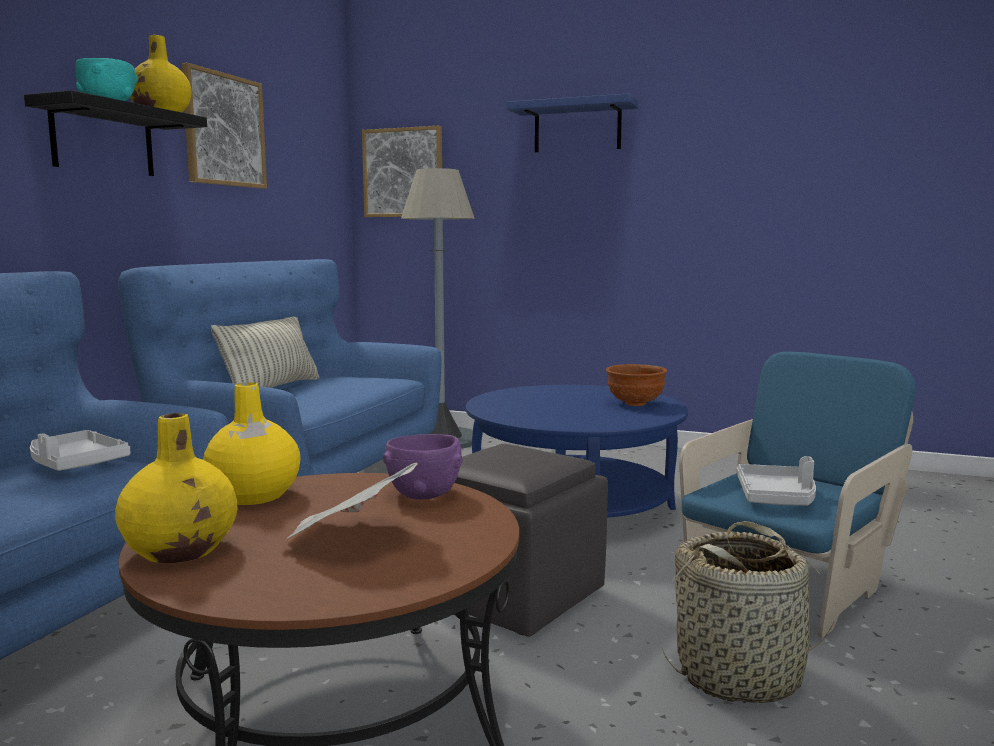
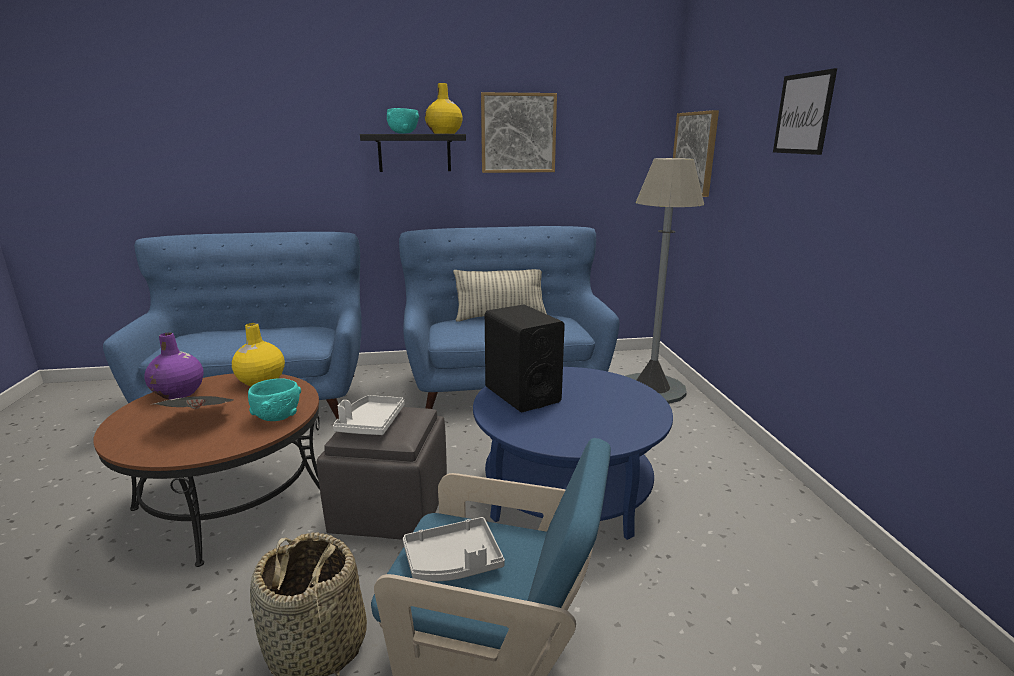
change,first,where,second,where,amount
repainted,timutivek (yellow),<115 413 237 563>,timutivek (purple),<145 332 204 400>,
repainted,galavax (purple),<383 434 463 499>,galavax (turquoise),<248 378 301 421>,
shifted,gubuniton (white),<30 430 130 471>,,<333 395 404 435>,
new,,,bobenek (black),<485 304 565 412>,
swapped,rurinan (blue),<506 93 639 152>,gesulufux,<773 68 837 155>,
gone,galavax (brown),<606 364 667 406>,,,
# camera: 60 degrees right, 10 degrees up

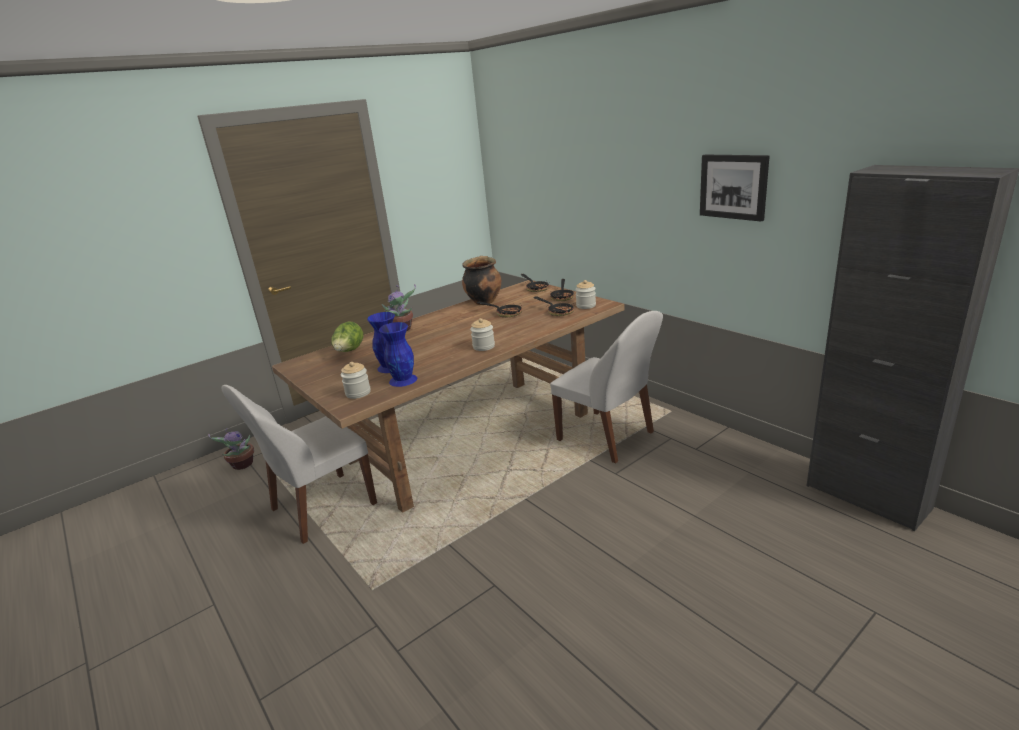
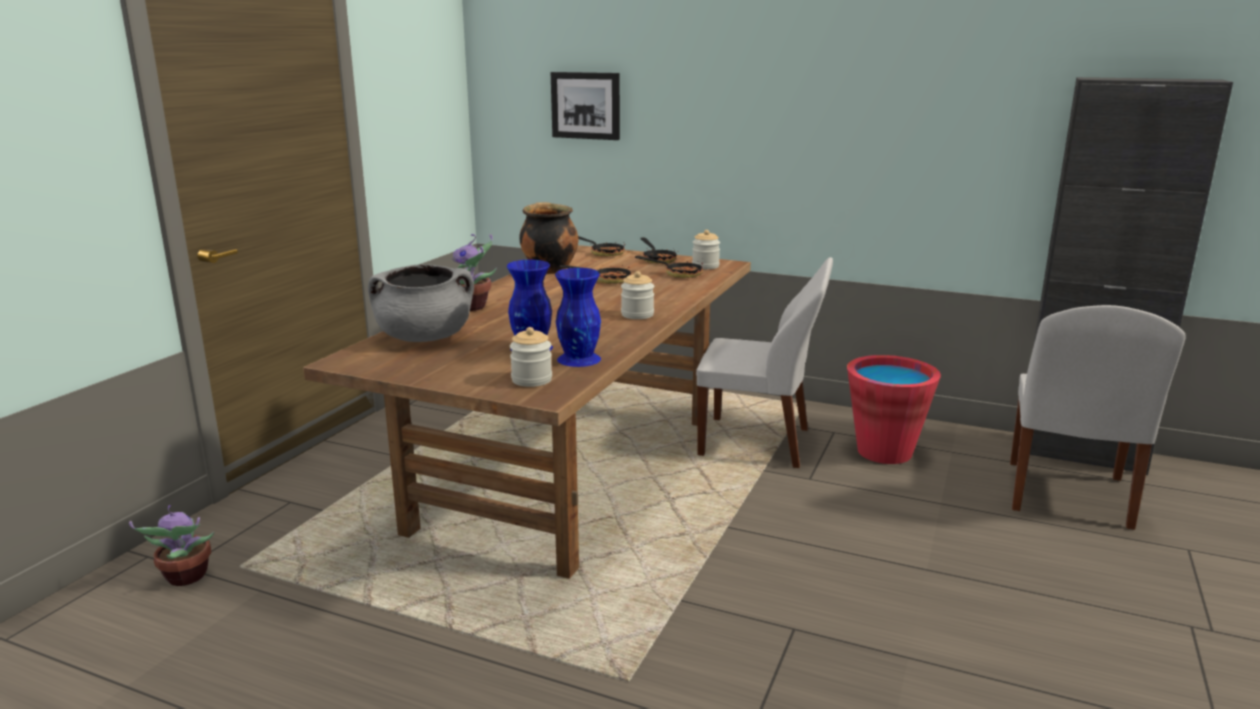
change,first,where,second,where,amount
swapped,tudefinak,<331 321 363 352>,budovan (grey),<368 264 474 342>,
shifted,gesulufux,<700 155 770 222>,,<551 72 620 140>,
new,,,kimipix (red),<847 355 941 464>,
shifted,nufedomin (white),<221 385 377 544>,,<1010 305 1186 530>,
# camera: 30 degrees left, 5 degrees down

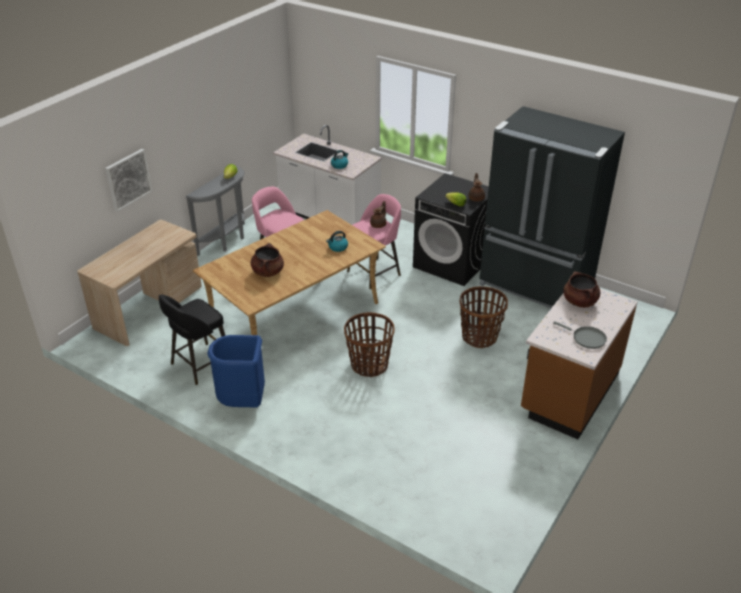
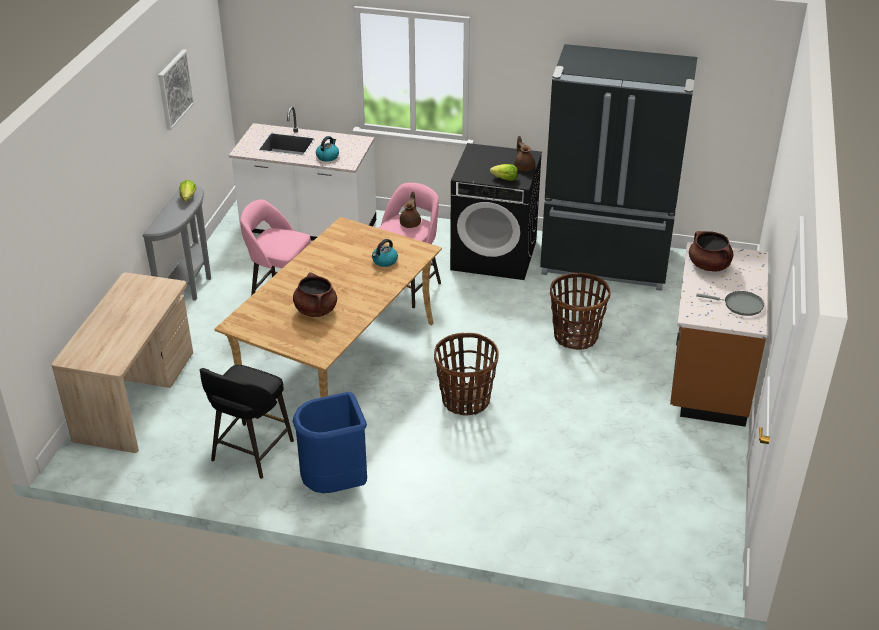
change,first,where,second,where,amount
shifted,gesulufux,<105 149 152 212>,,<158 49 194 130>,
# camera: 20 degrees left, 0 degrees up

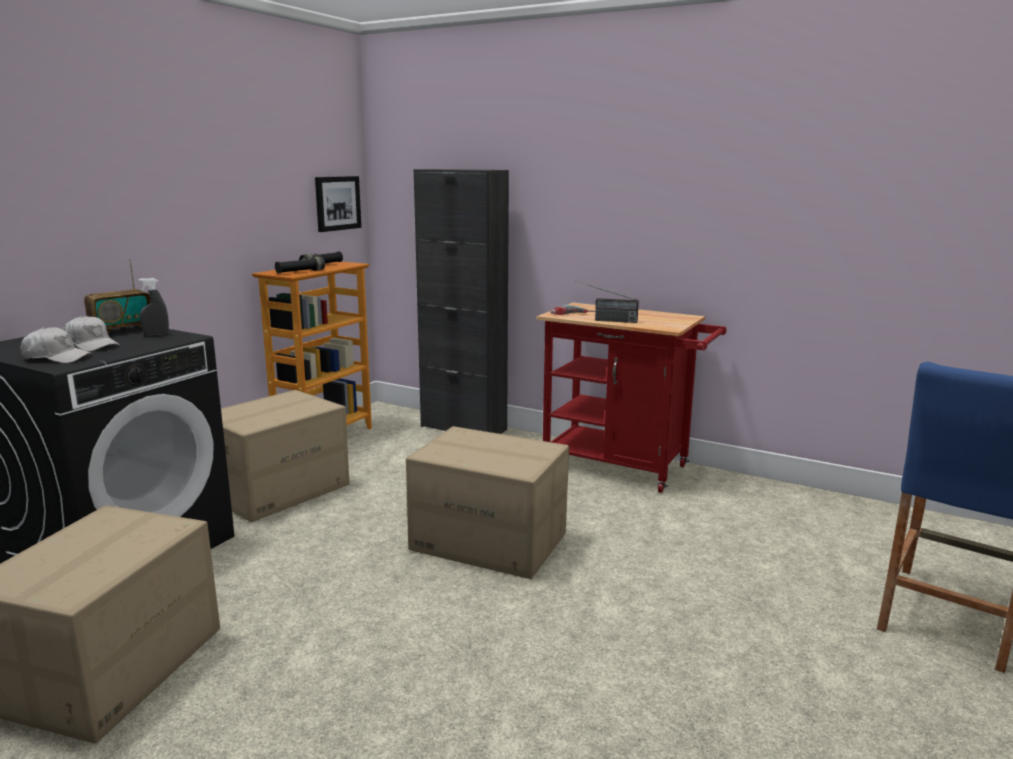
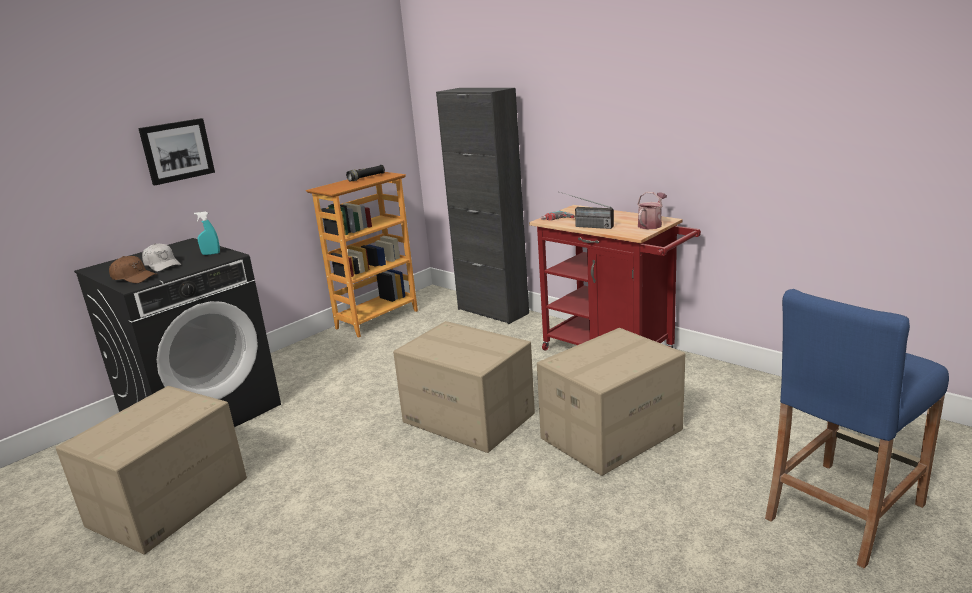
change,first,where,second,where,amount
repainted,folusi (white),<21 327 93 363>,folusi (brown),<109 256 157 283>,
shifted,gesulufux,<315 176 361 232>,,<138 118 215 185>,
repainted,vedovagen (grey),<139 278 169 336>,vedovagen (turquoise),<194 211 220 255>,
shifted,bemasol,<221 390 350 522>,,<537 328 685 476>,
new,,,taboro,<637 192 667 229>,
gone,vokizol,<84 260 151 333>,,,
gone,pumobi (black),<275 257 325 274>,,,
# camera: 15 degrees right, 5 degrees up

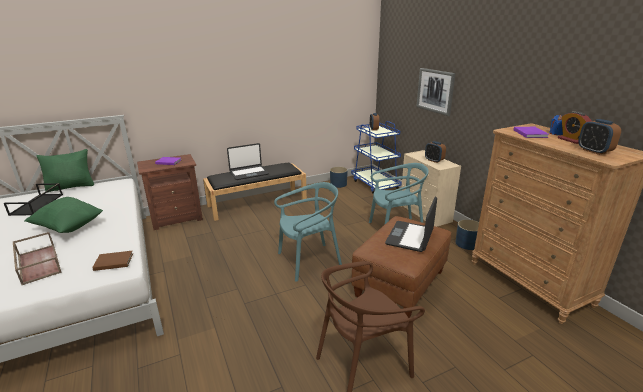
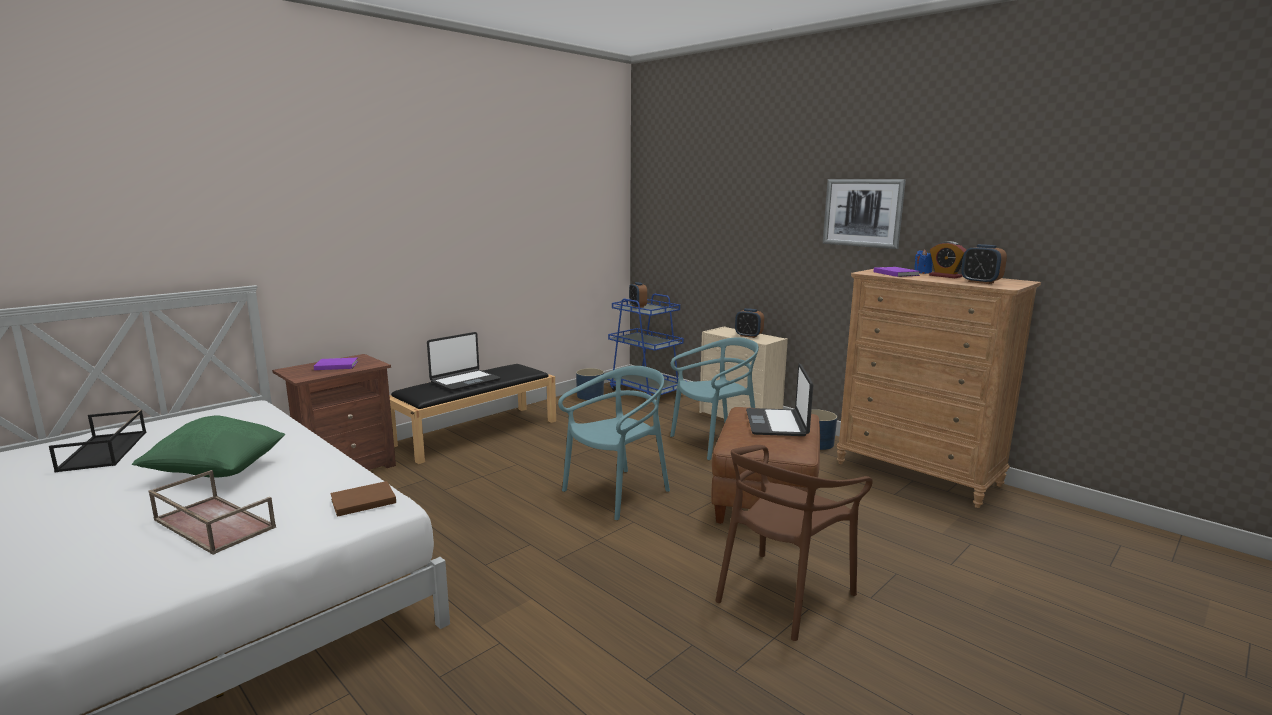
change,first,where,second,where,amount
shifted,gesulufux,<416 68 456 116>,,<823 179 906 249>,
gone,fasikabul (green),<37 149 94 192>,,,
# camera: 20 degrees left, 10 degrees down

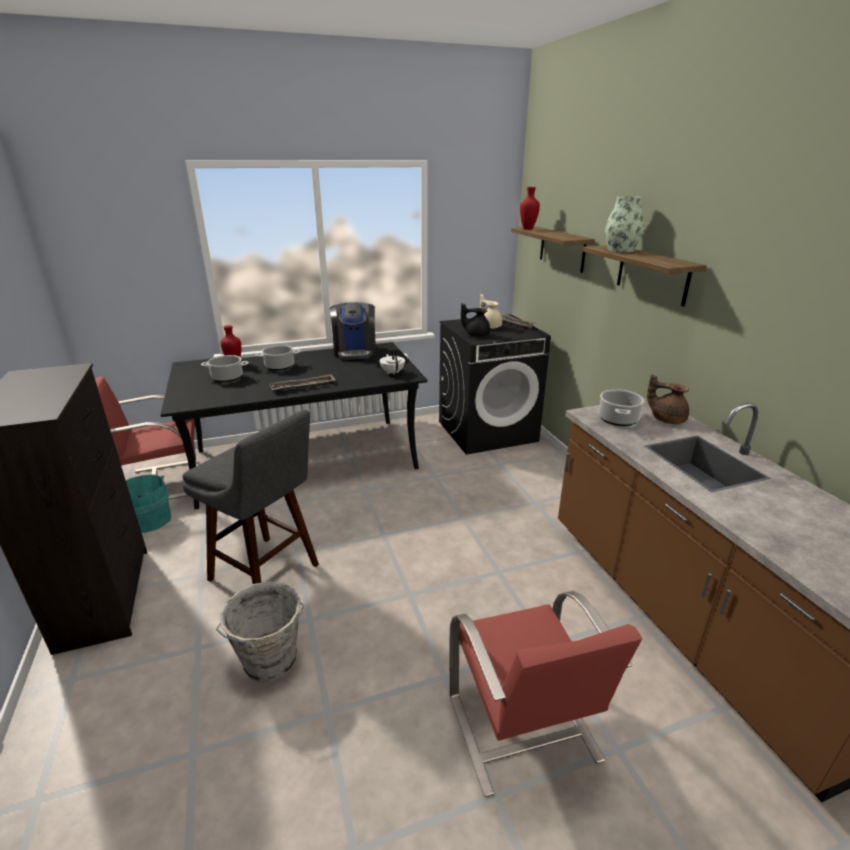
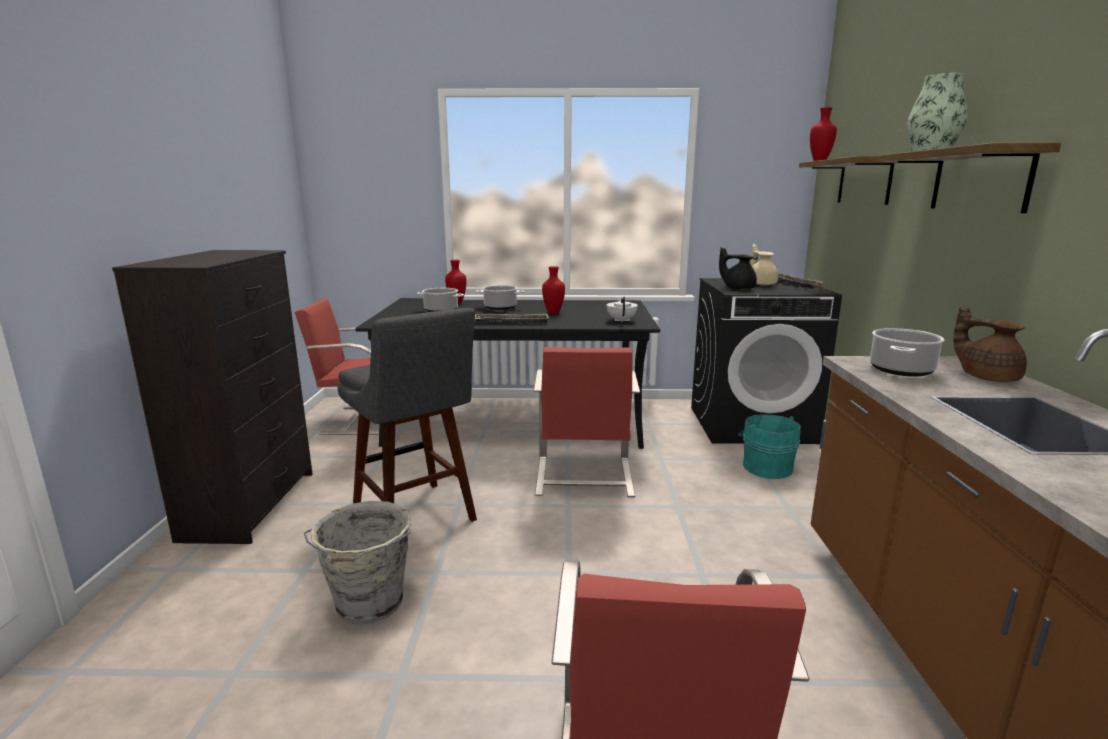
change,first,where,second,where,amount
new,,,nufedomin (red),<534 347 640 497>,
new,,,timutivek (red),<542 266 565 314>,
shifted,kimipix (turquoise),<126 474 172 533>,,<738 415 801 479>,
gone,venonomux,<330 302 376 360>,,,
# camera: 20 degrees right, 10 degrees down

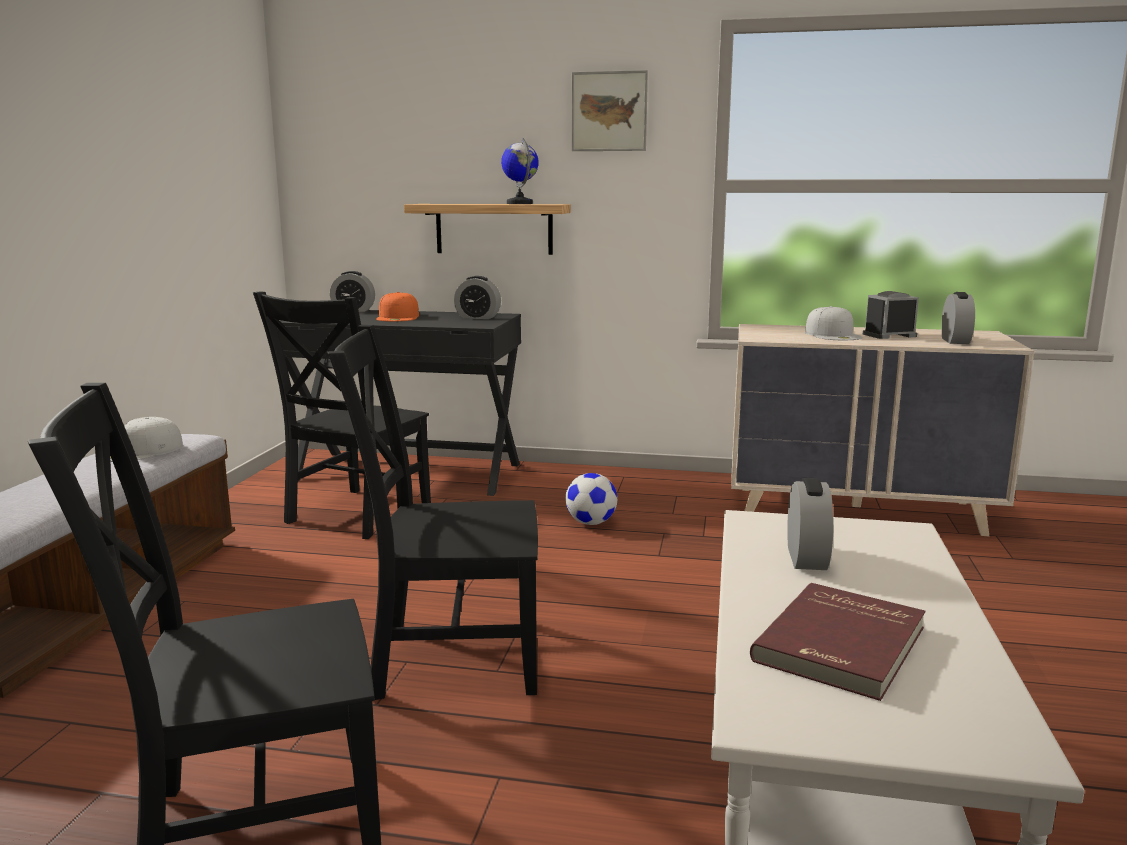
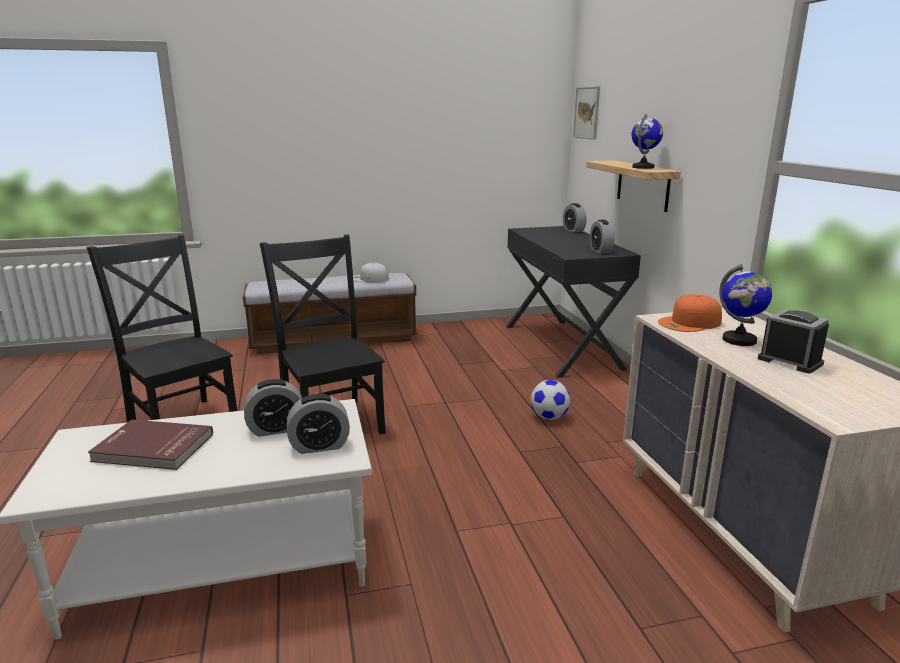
change,first,where,second,where,amount
shifted,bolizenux,<941 292 975 344>,,<287 394 350 454>,
shifted,gesulufux,<572 70 648 151>,,<573 86 600 140>,
shifted,folusi (orange),<376 292 419 321>,,<658 294 722 332>,
swapped,folusi (white),<805 306 862 340>,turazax,<719 264 772 346>,
gone,nufedomin (black),<253 291 431 539>,,,
# camera: 65 degrees right, 5 degrees up

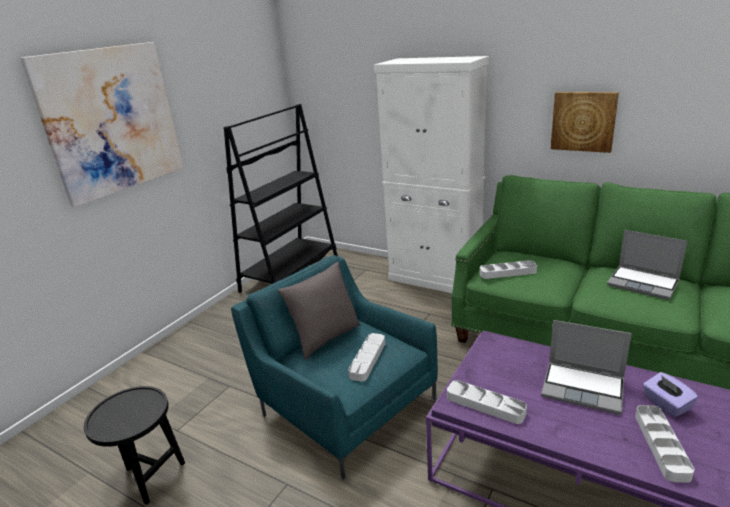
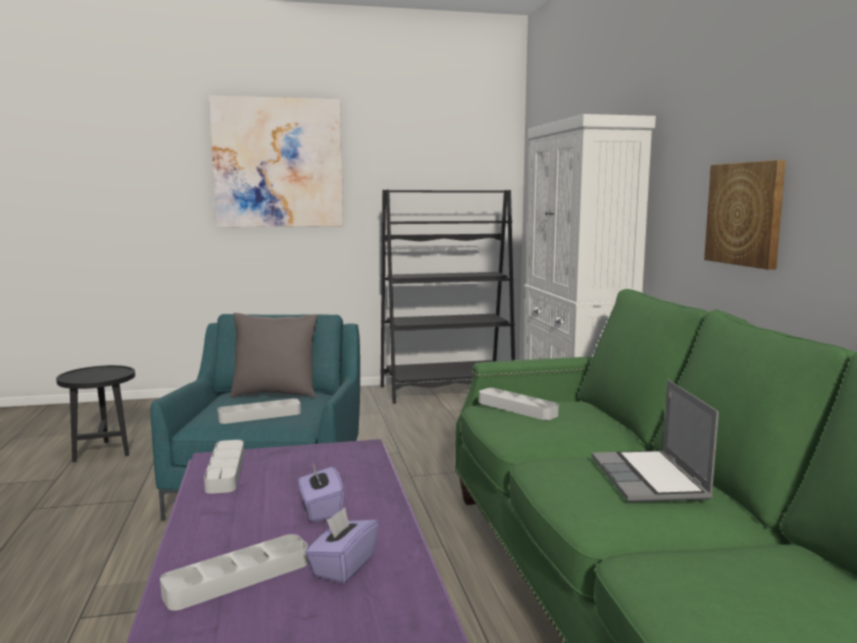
change,first,where,second,where,amount
swapped,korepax,<541 320 632 415>,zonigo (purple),<298 461 344 522>,
# camera: 45 degrees right, 15 degrees down

